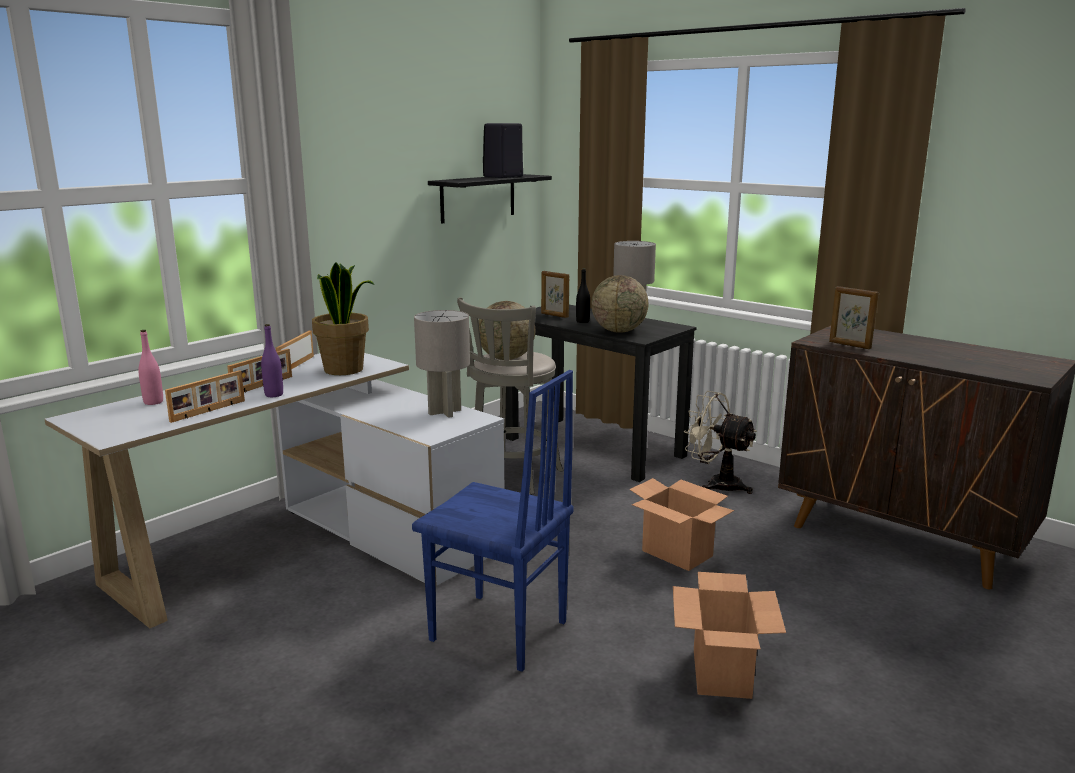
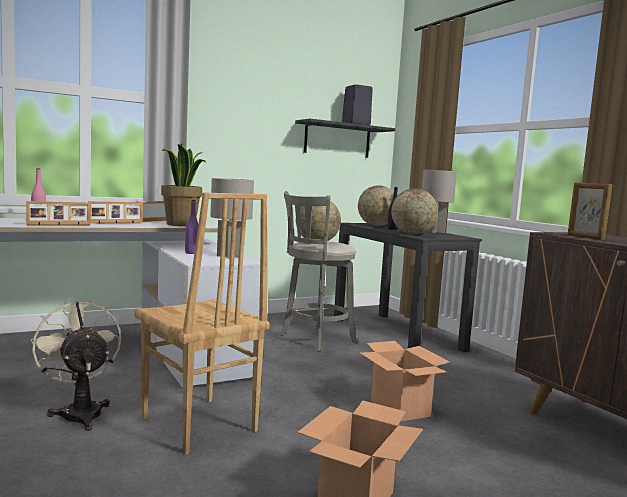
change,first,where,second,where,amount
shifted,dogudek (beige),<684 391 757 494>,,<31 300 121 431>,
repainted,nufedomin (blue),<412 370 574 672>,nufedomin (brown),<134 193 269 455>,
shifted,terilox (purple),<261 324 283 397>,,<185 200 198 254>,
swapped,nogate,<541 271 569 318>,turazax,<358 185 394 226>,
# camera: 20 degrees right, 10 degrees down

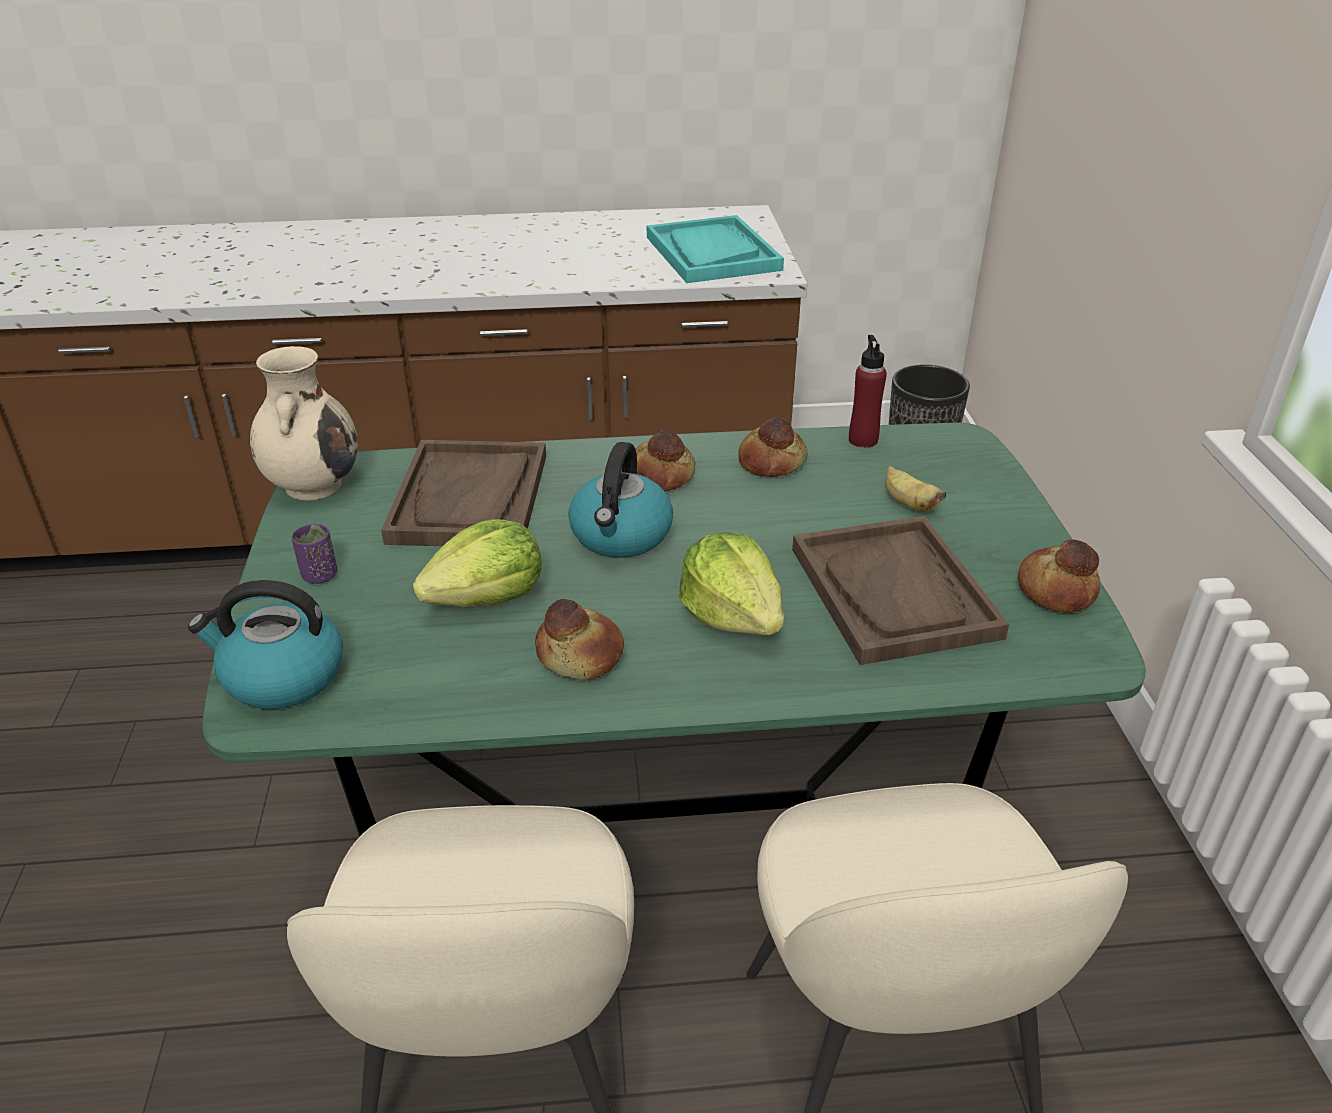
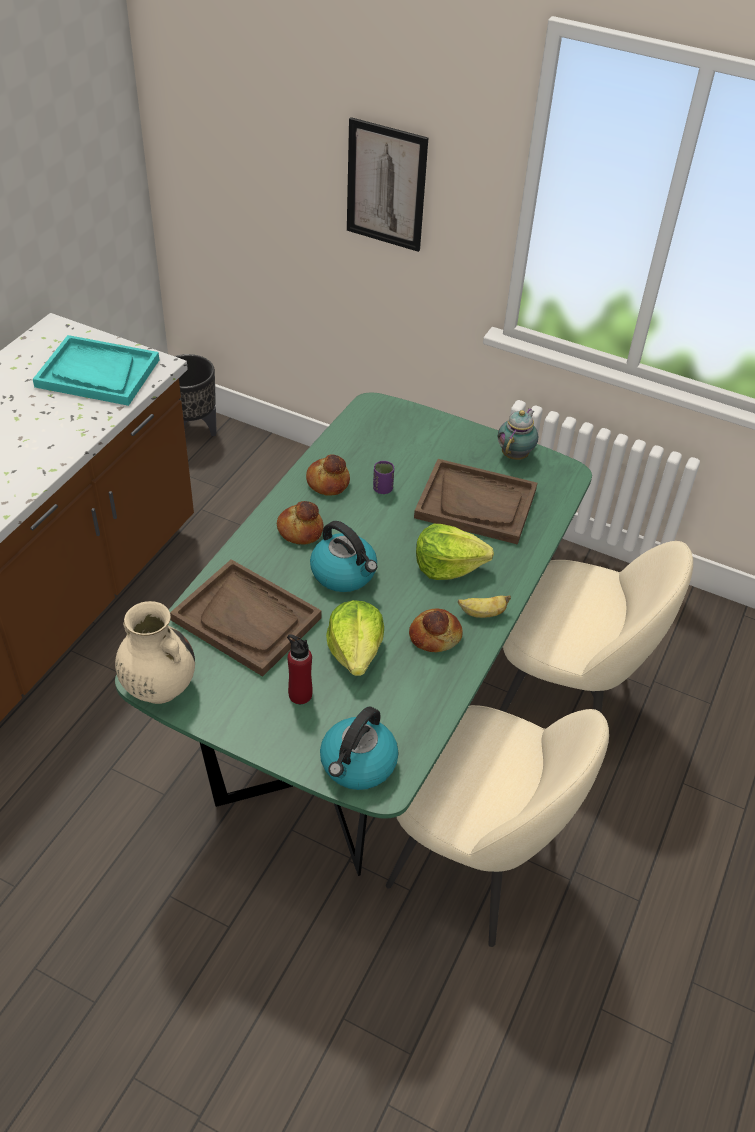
change,first,where,second,where,amount
shifted,terilox (red),<849 335 887 448>,,<287 634 313 704>,
new,,,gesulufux,<347 117 428 252>,
shifted,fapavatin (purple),<291 524 337 584>,,<373 461 394 494>,
shifted,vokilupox,<885 466 946 511>,,<458 595 511 618>,
swapped,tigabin,<1018 539 1100 613>,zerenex,<498 408 538 460>,
# camera: 60 degrees left, 10 degrees up

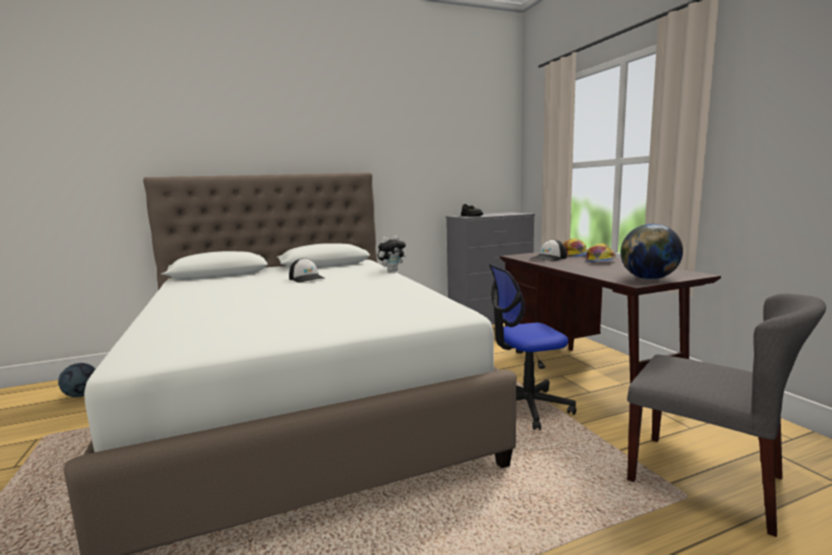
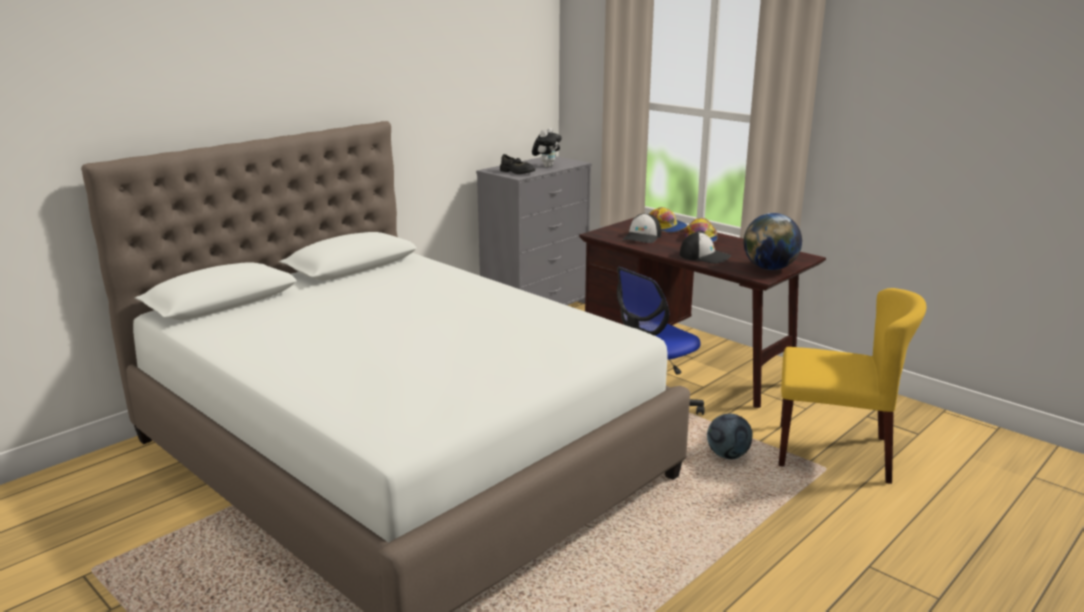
change,first,where,second,where,amount
shifted,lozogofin,<378 236 406 272>,,<532 128 562 167>,
shifted,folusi,<289 258 326 283>,,<680 232 731 264>,
shifted,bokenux,<58 363 95 397>,,<707 414 753 459>,
repainted,nufedomin (grey),<627 293 826 537>,nufedomin (yellow),<779 288 927 484>,
# camera: 25 degrees left, 10 degrees up

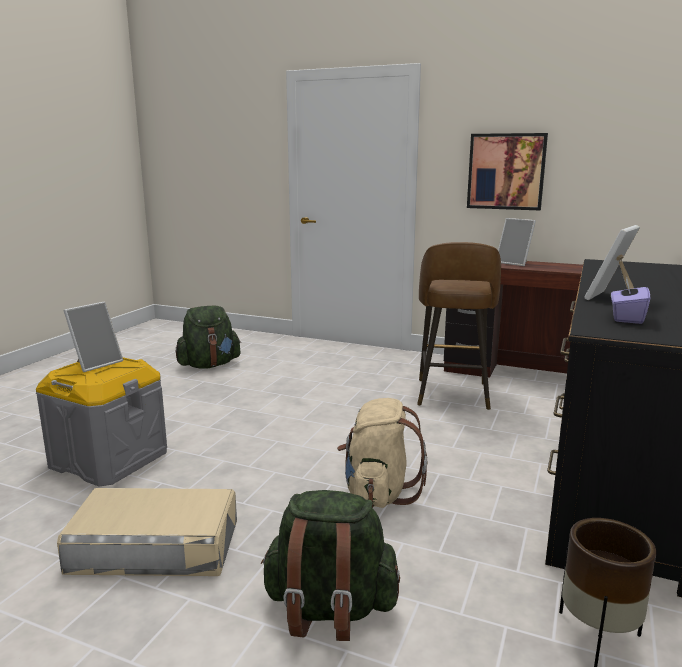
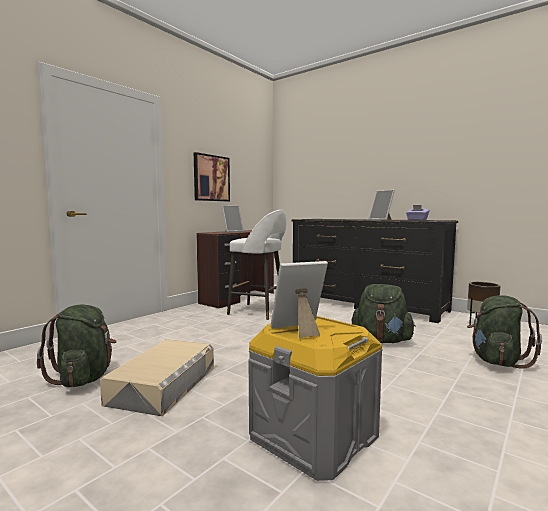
change,first,where,second,where,amount
shifted,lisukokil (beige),<57 488 237 576>,,<100 339 214 416>,
repainted,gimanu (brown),<417 242 501 410>,gimanu (white),<227 210 287 320>,
rotated,nogate,<63 301 123 372>,,<271 261 328 338>,75 degrees counterclockwise
repainted,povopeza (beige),<337 398 427 508>,povopeza (green),<352 284 416 343>,
# camera: 75 degrees left, 10 degrees down

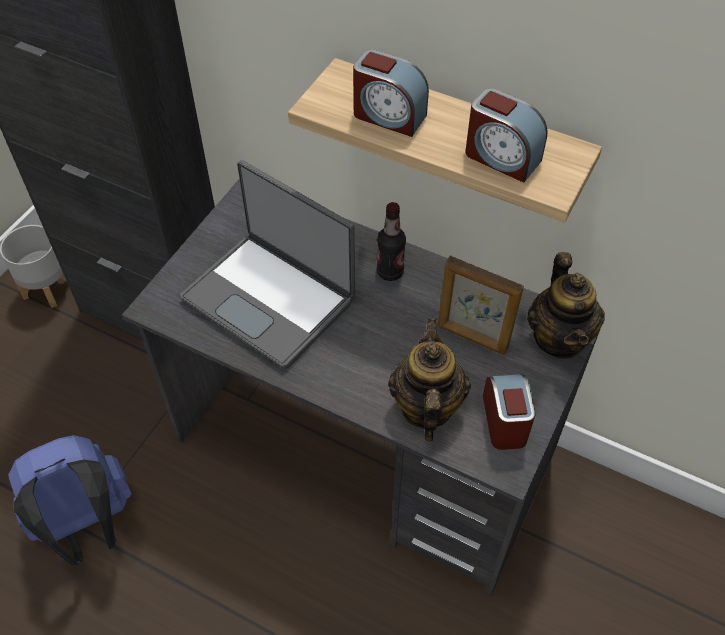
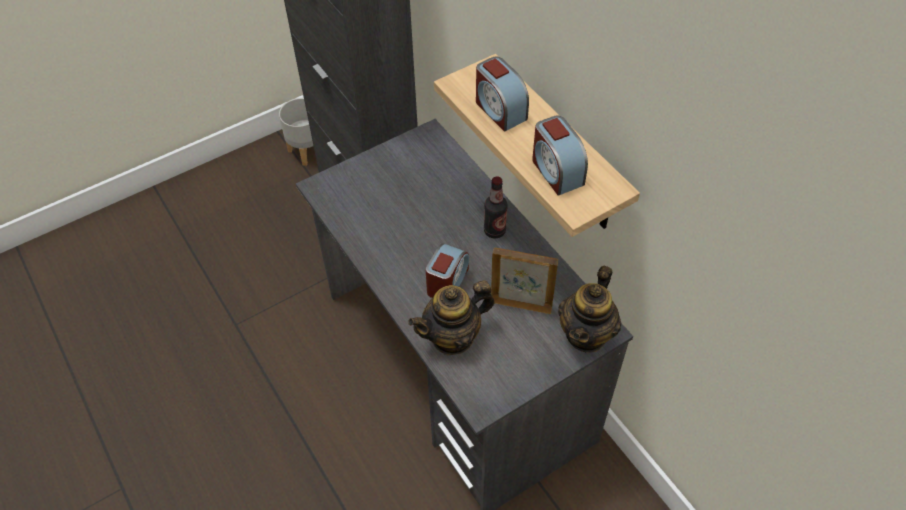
change,first,where,second,where,amount
rotated,zerenex,<388 318 471 441>,,<408 280 495 355>,150 degrees counterclockwise
shifted,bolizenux,<483 374 536 450>,,<425 243 469 298>,
rotated,nogate,<438 256 524 355>,,<491 248 559 314>,135 degrees clockwise
gone,povopeza (blue),<8 435 131 565>,,,
gone,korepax,<180 160 355 369>,,,
# camera: 30 degrees right, 0 degrees up

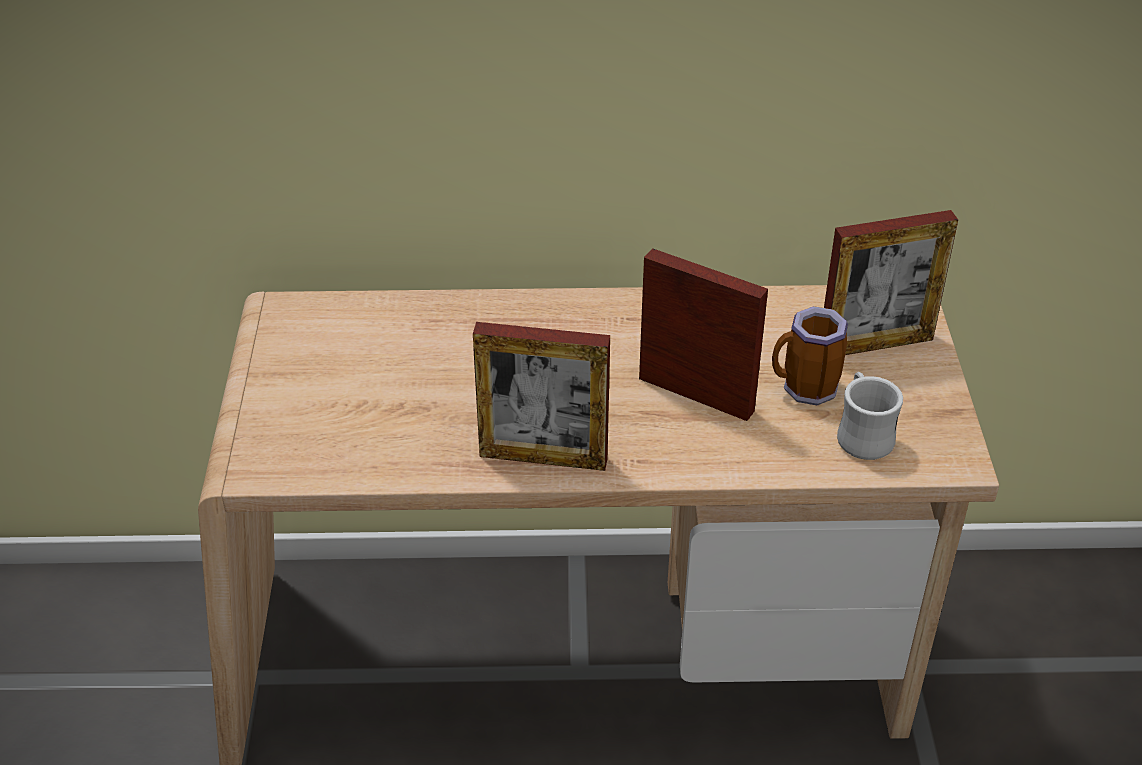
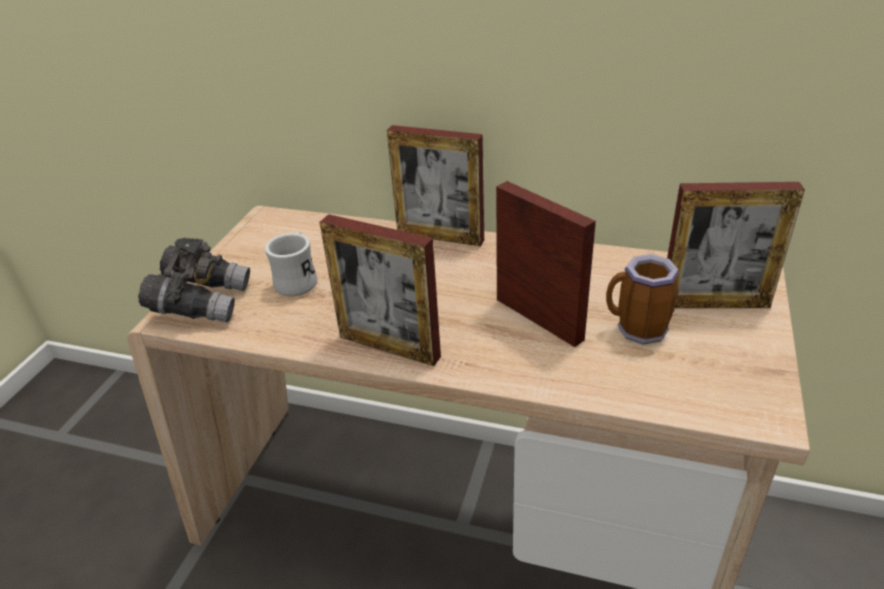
change,first,where,second,where,amount
new,,,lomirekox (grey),<138 238 250 323>,
shifted,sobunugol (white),<837 372 903 460>,,<265 232 317 297>,
new,,,nogate,<387 125 484 247>,
# camera: 20 degrees right, 5 degrees down

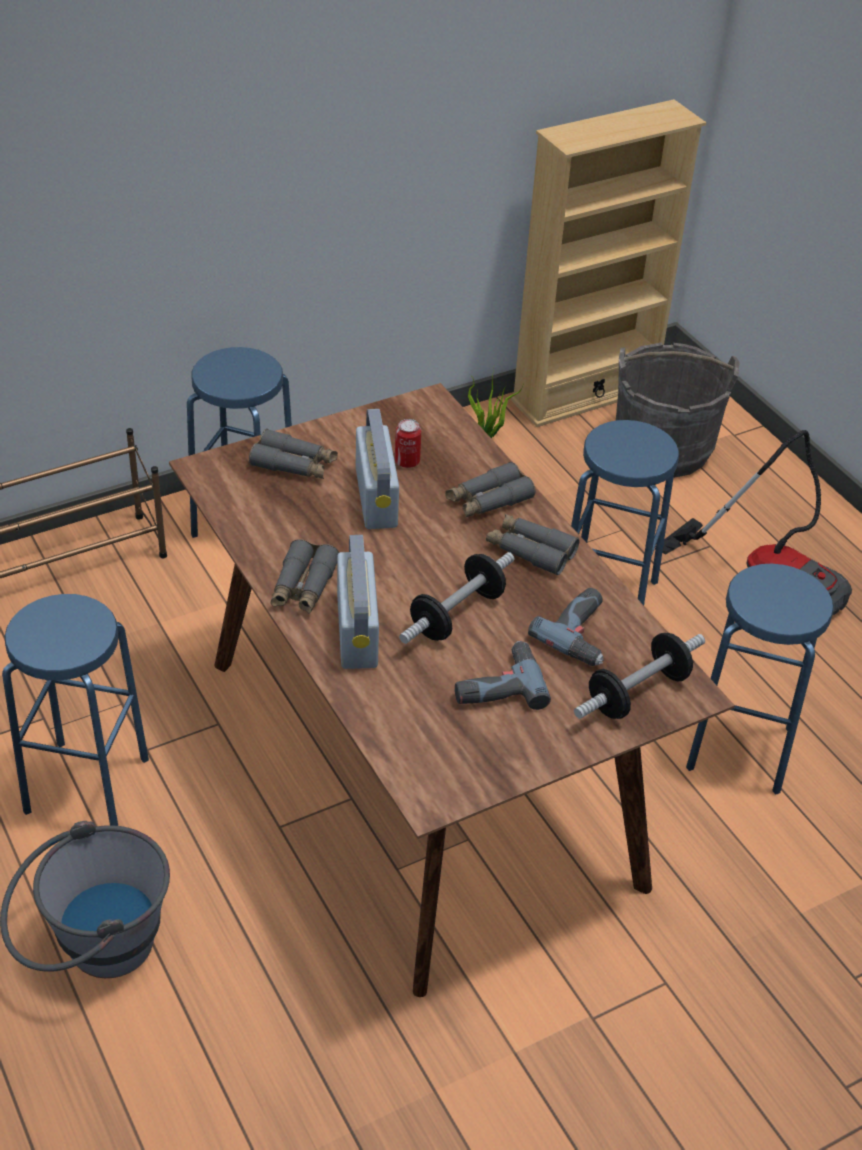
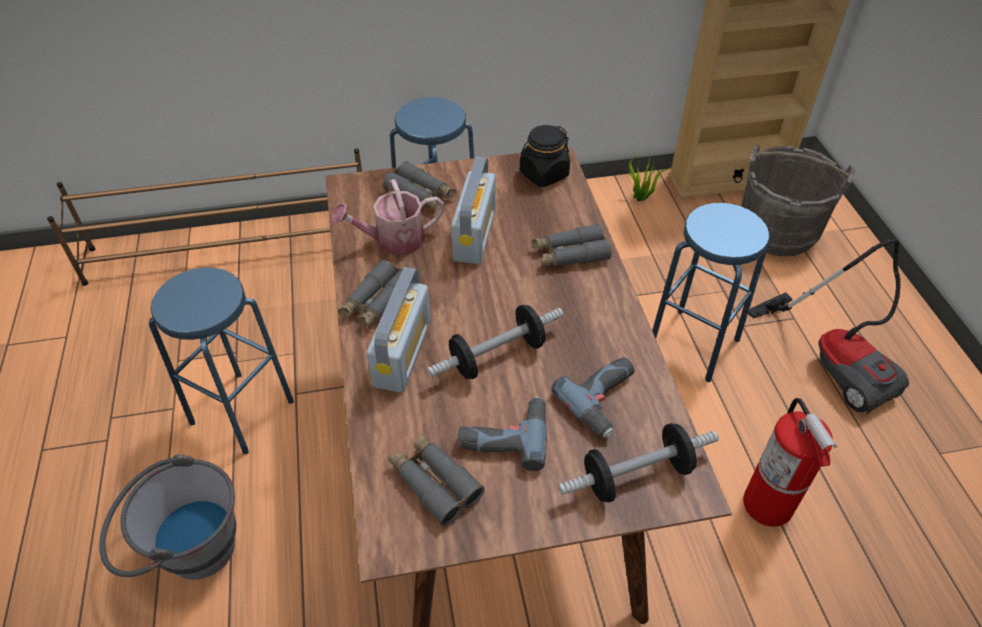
change,first,where,second,where,amount
new,,,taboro,<331 179 444 255>,
shifted,lomirekox (grey),<486 514 579 575>,,<388 433 484 526>,
new,,,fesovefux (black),<520 125 570 187>,
swapped,gimanu (blue),<686 564 834 795>,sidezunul,<743 398 837 527>,
gone,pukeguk,<395 419 421 468>,,,
# camera: 20 degrees right, 5 degrees up

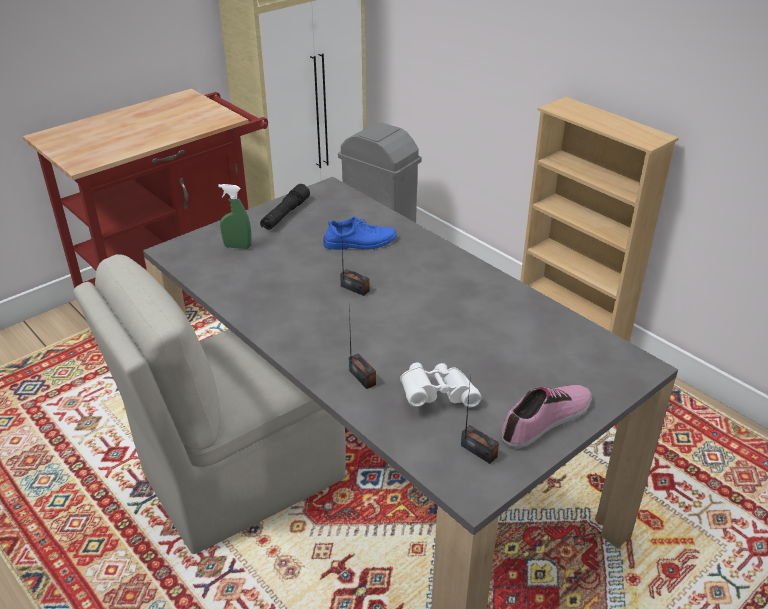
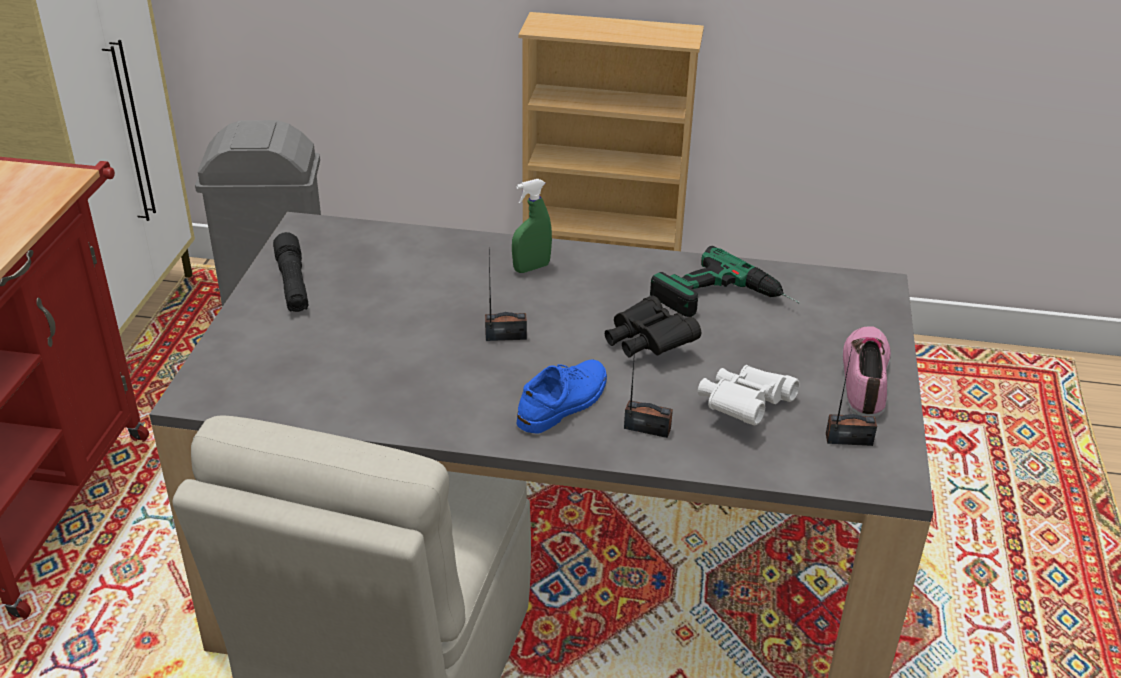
change,first,where,second,where,amount
shifted,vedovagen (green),<218 184 252 249>,,<512 179 552 273>,
shifted,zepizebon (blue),<323 217 397 250>,,<516 360 607 433>,
new,,,lomirekox (black),<605 296 701 358>,
new,,,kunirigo,<650 246 800 317>,
# camera: 40 degrees left, 0 degrees up

